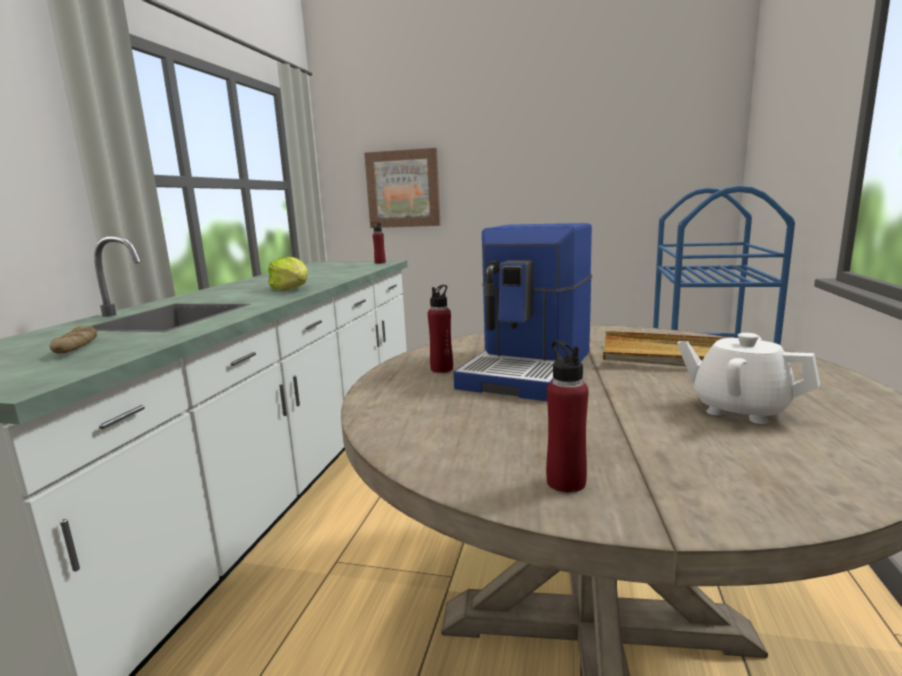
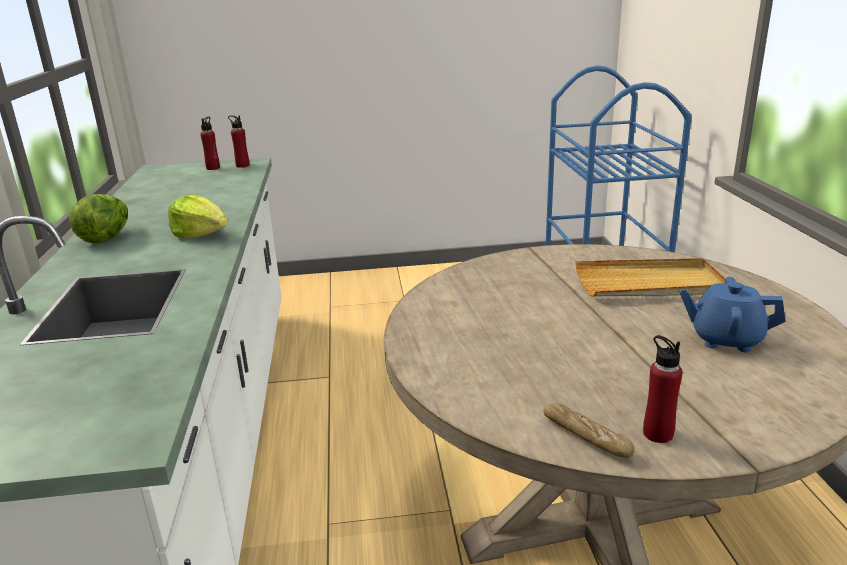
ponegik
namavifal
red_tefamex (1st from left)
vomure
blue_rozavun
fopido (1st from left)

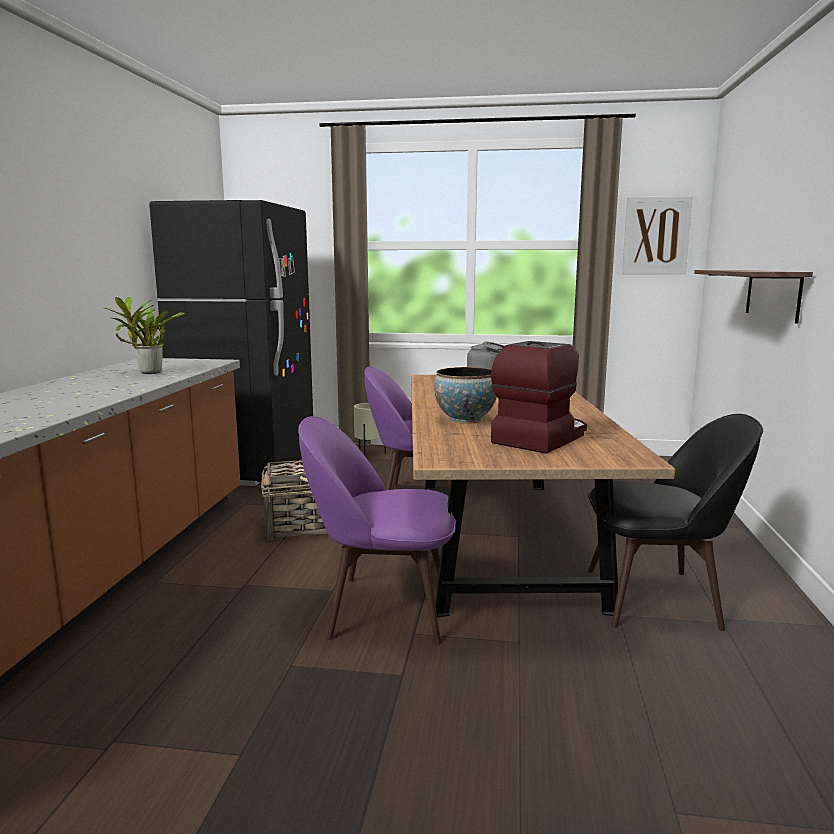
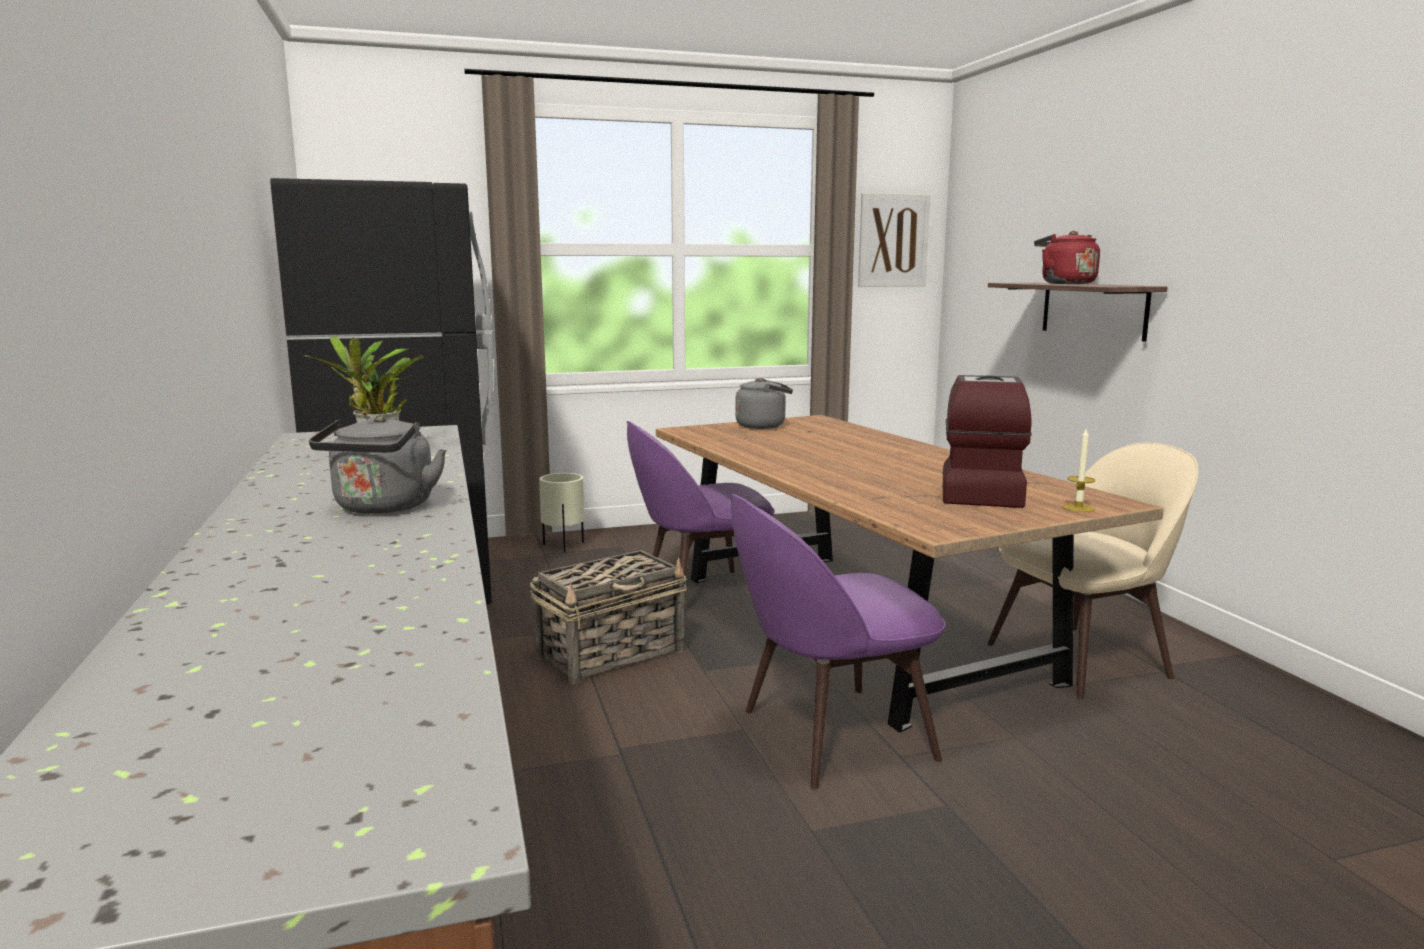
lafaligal
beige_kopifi
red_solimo
grey_solimo (1st from left)
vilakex

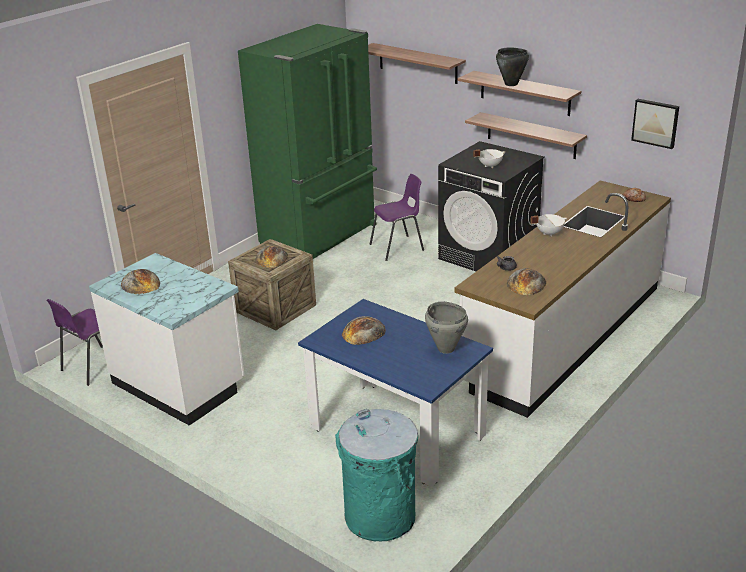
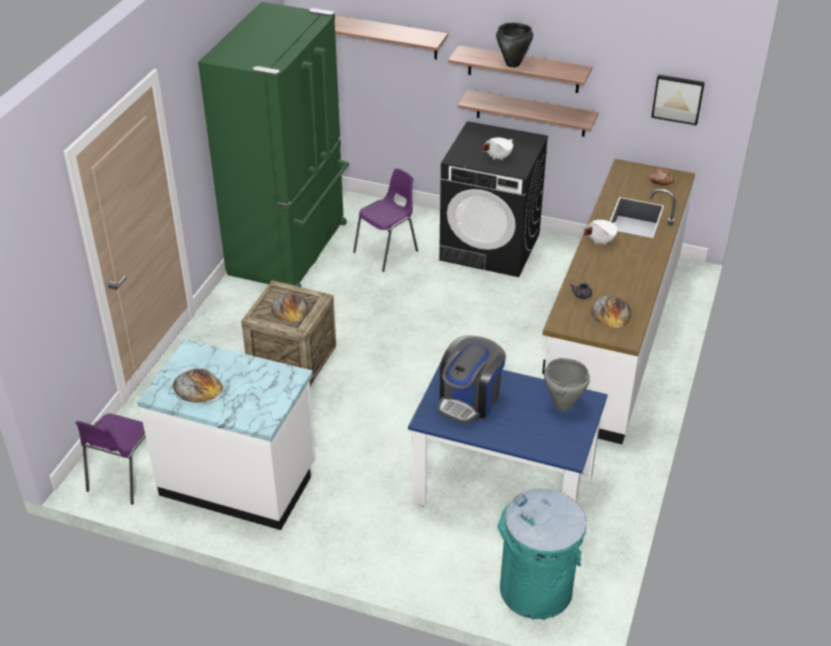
namavifal

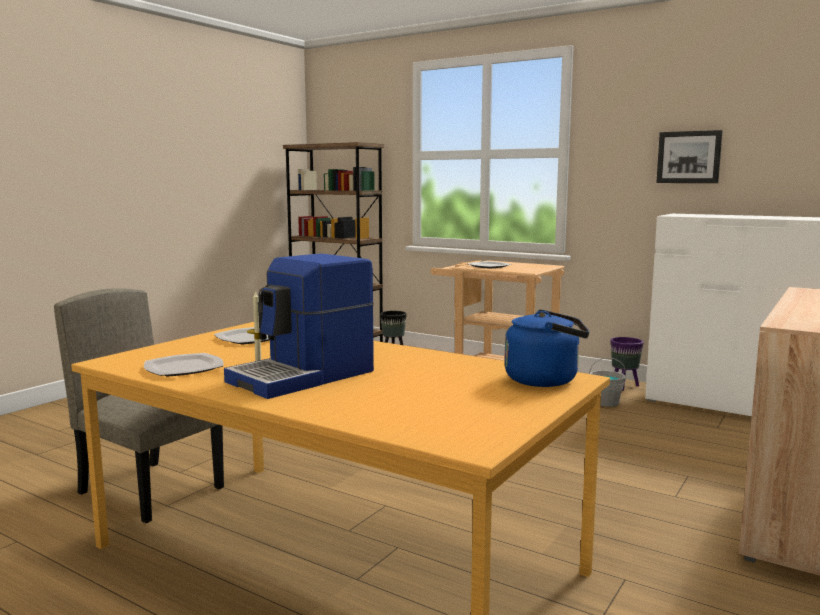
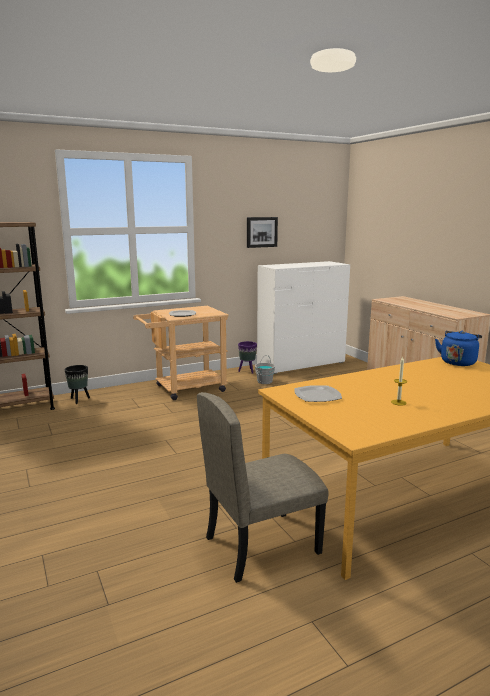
namavifal
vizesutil (1st from left in the first image)

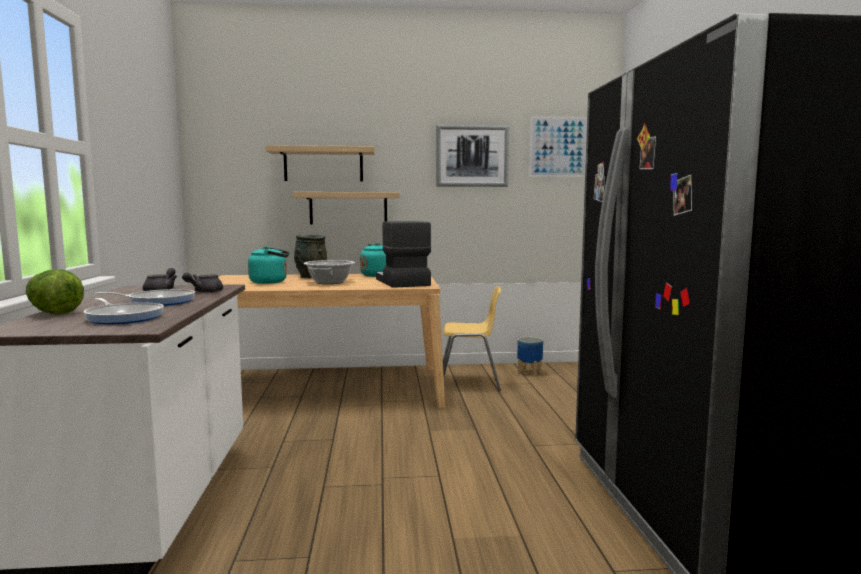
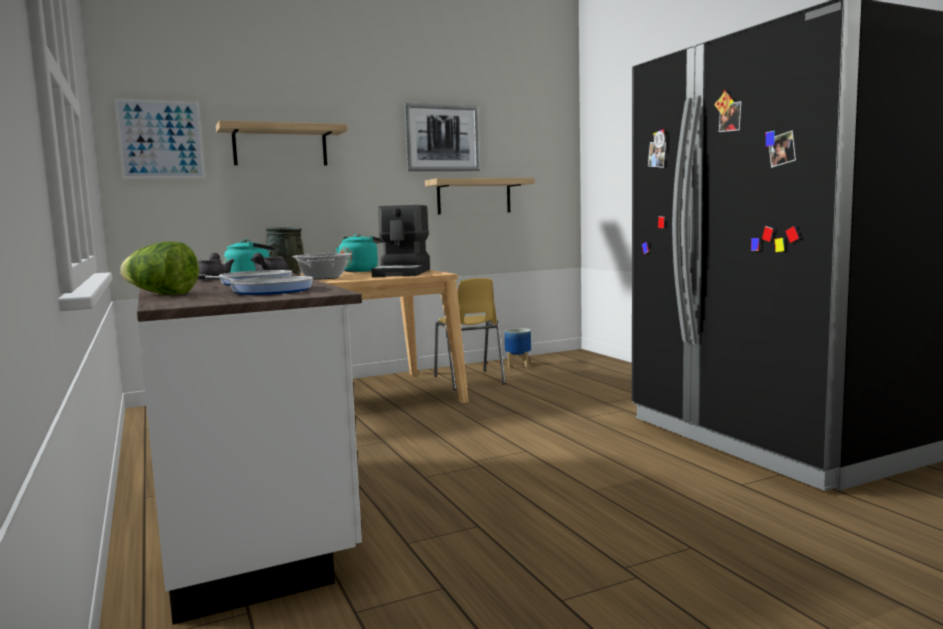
ponegik (1st from left)
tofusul (2nd from left)
namavifal
yellow_kopifi

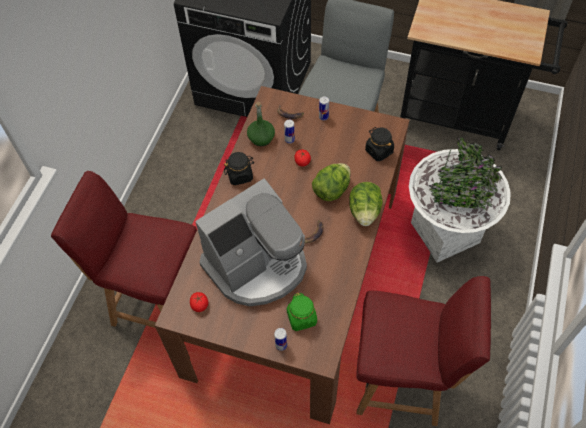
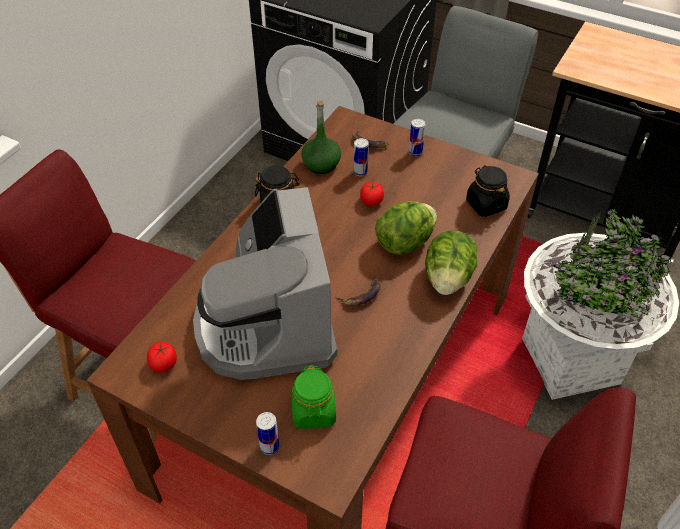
namavifal

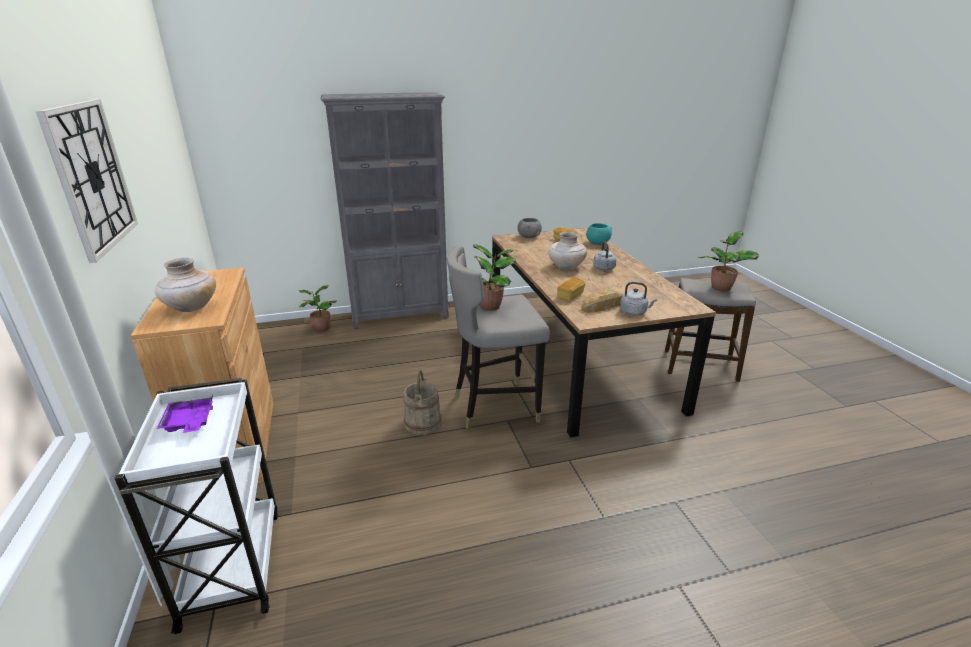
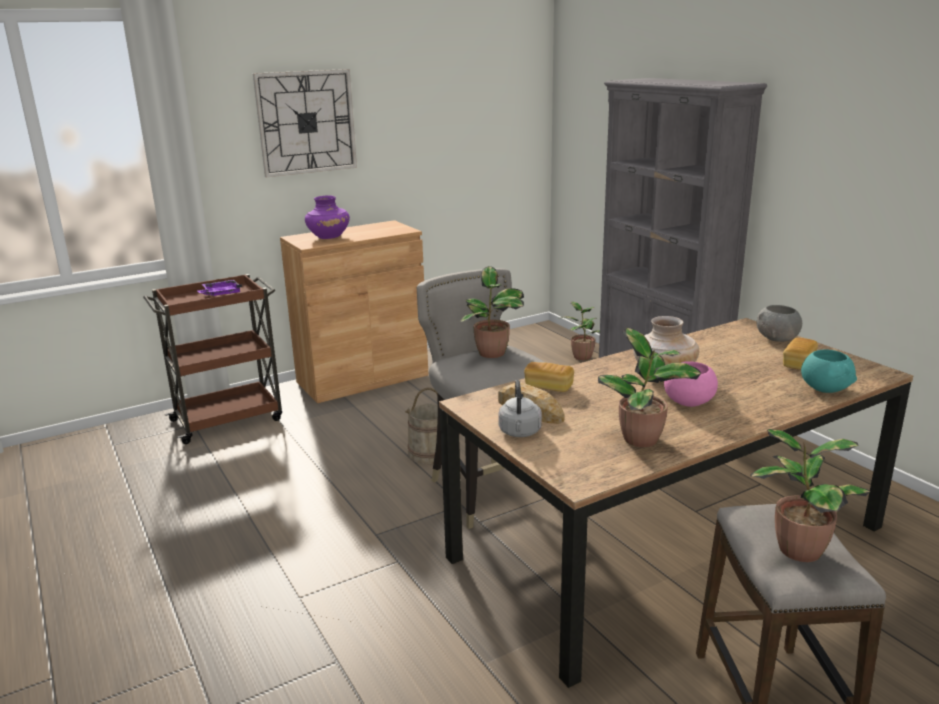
pink_lafaligal
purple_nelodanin
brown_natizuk
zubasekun (3rd from left)

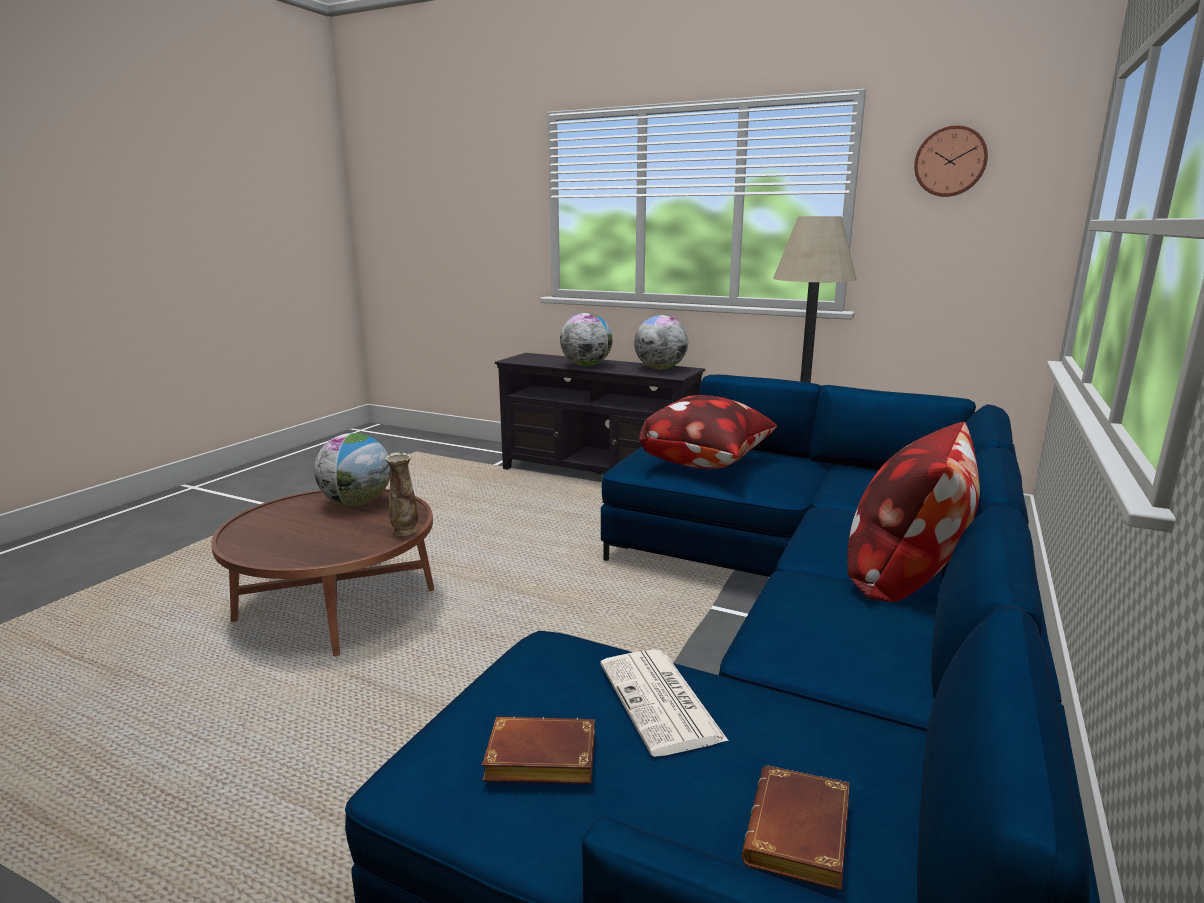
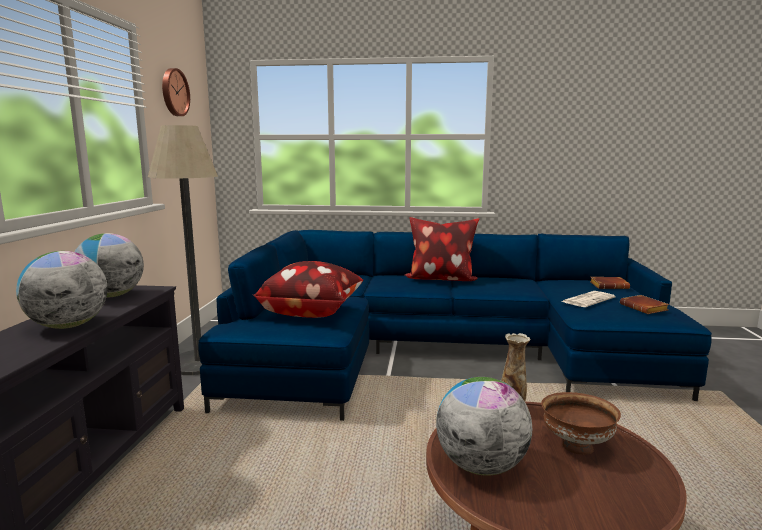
brown_lafaligal

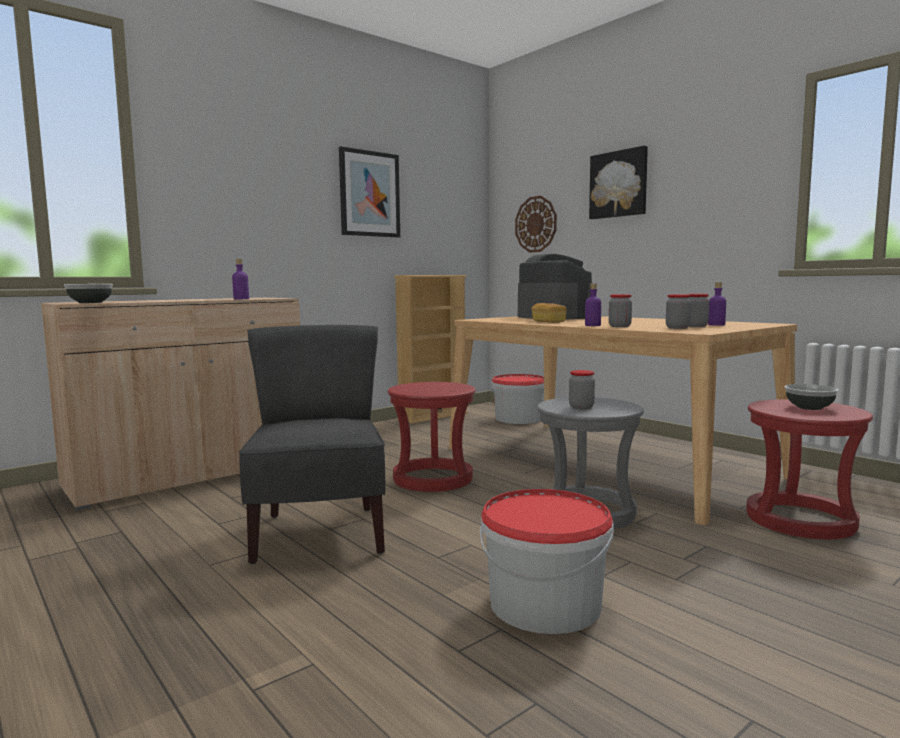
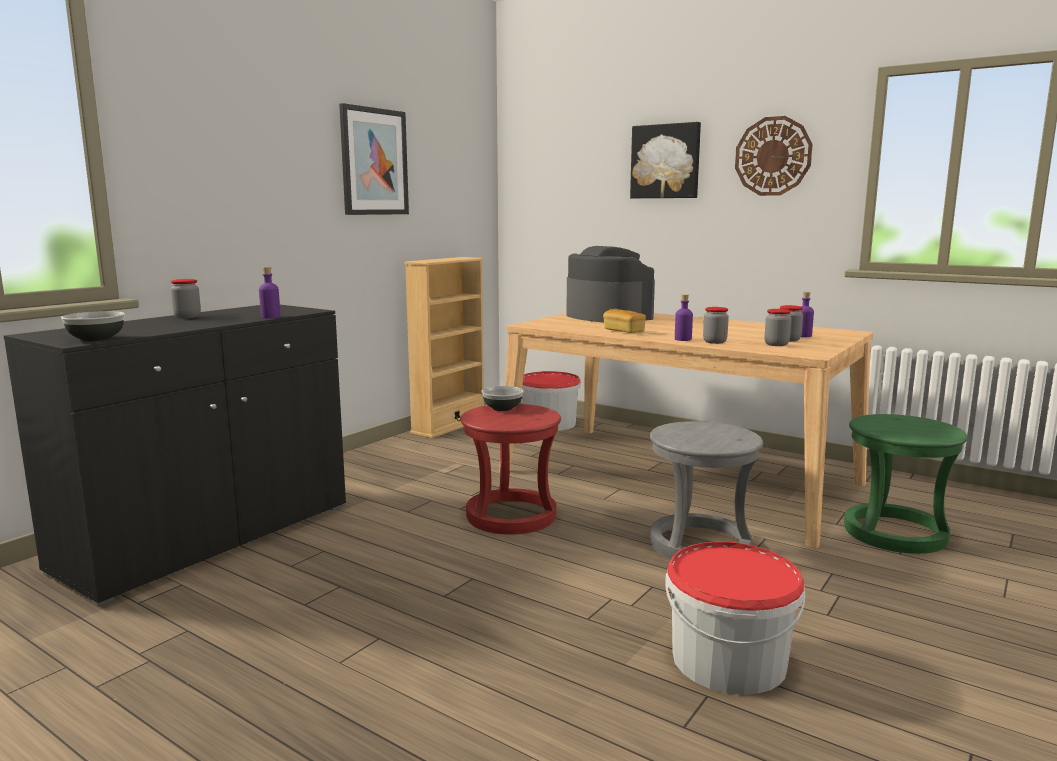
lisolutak
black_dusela
grey_kopifi
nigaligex (1st from left)
lafaligal (2nd from left)
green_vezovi

